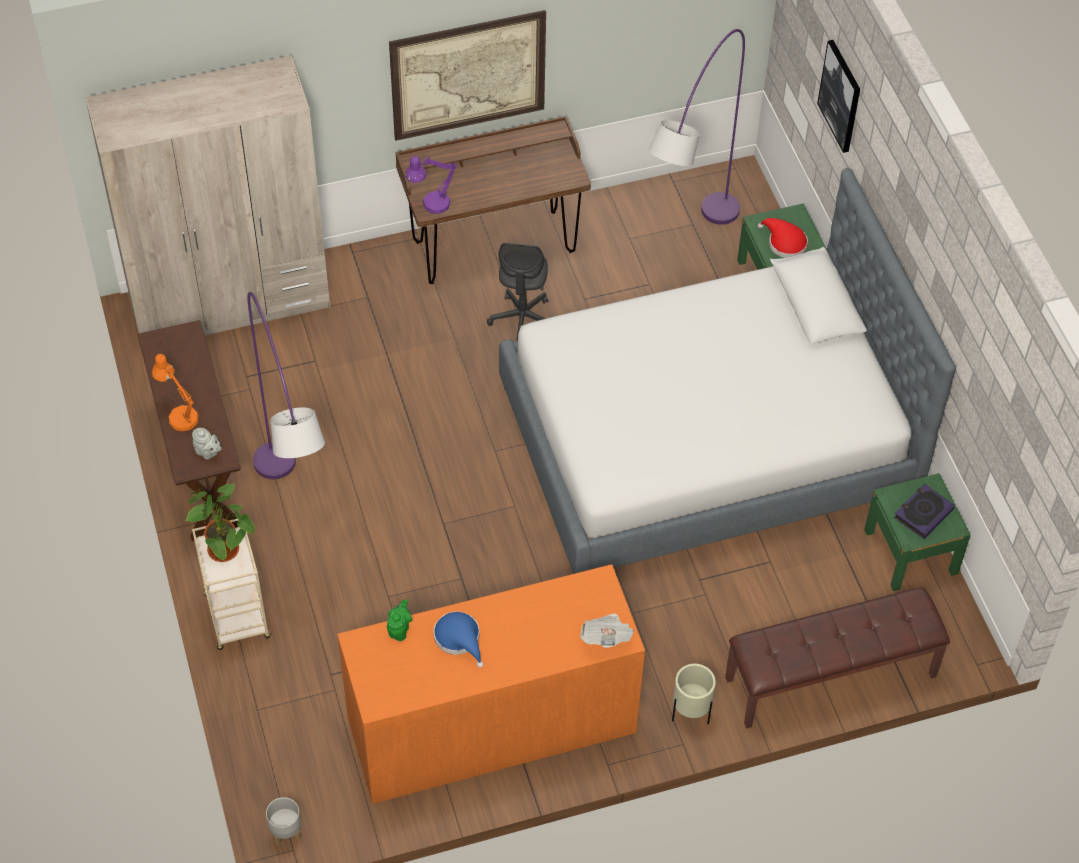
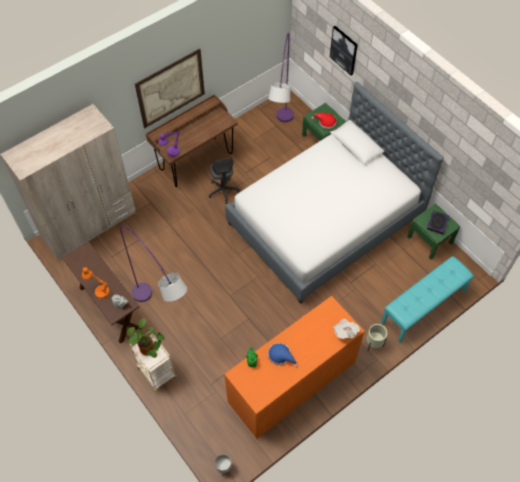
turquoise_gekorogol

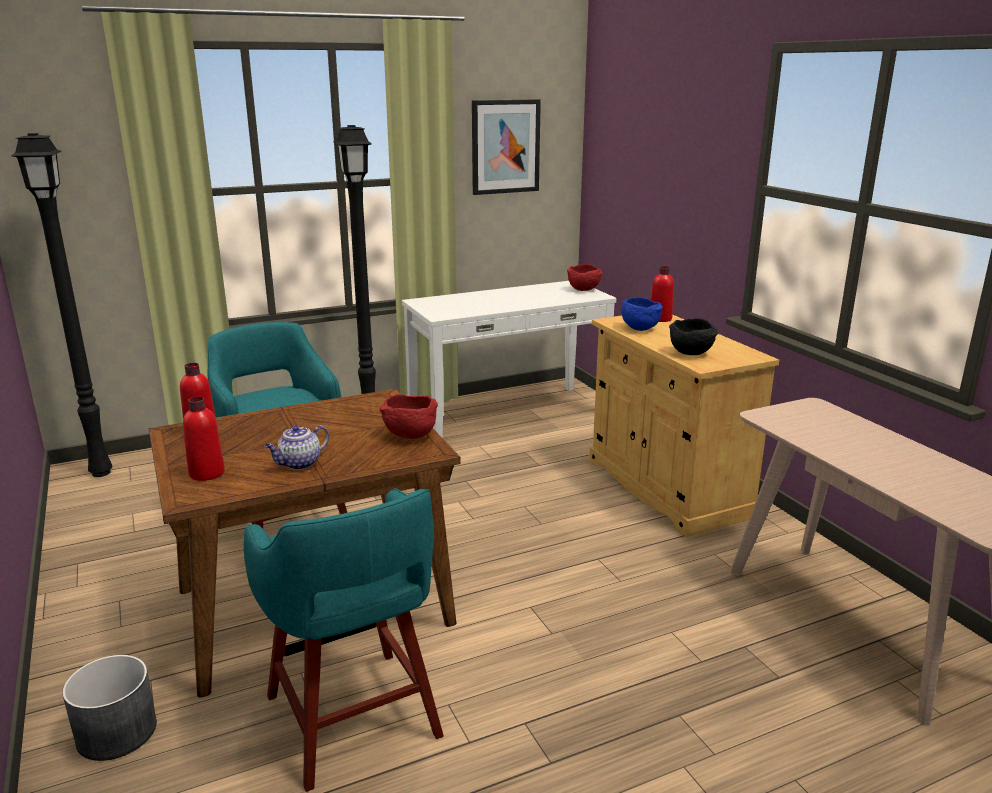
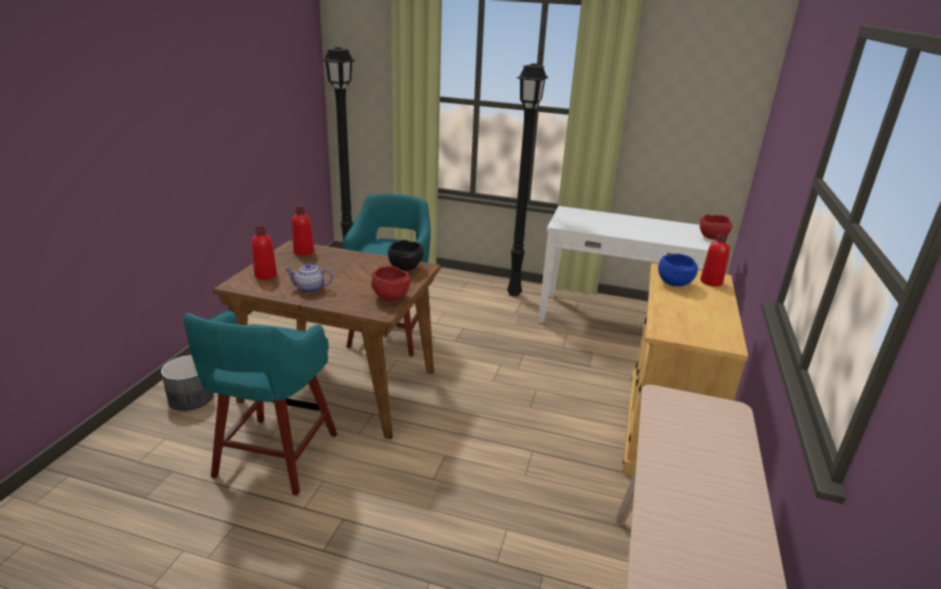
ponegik
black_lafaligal

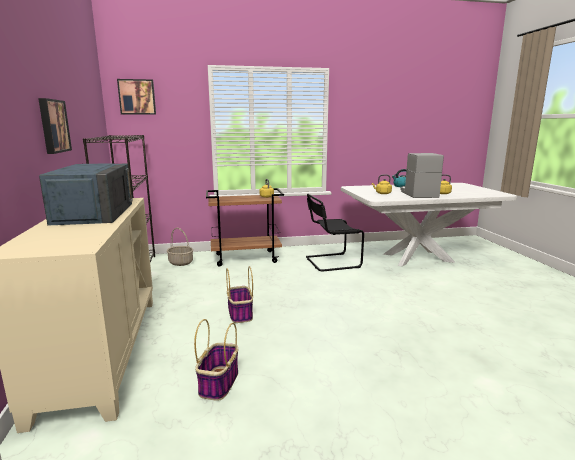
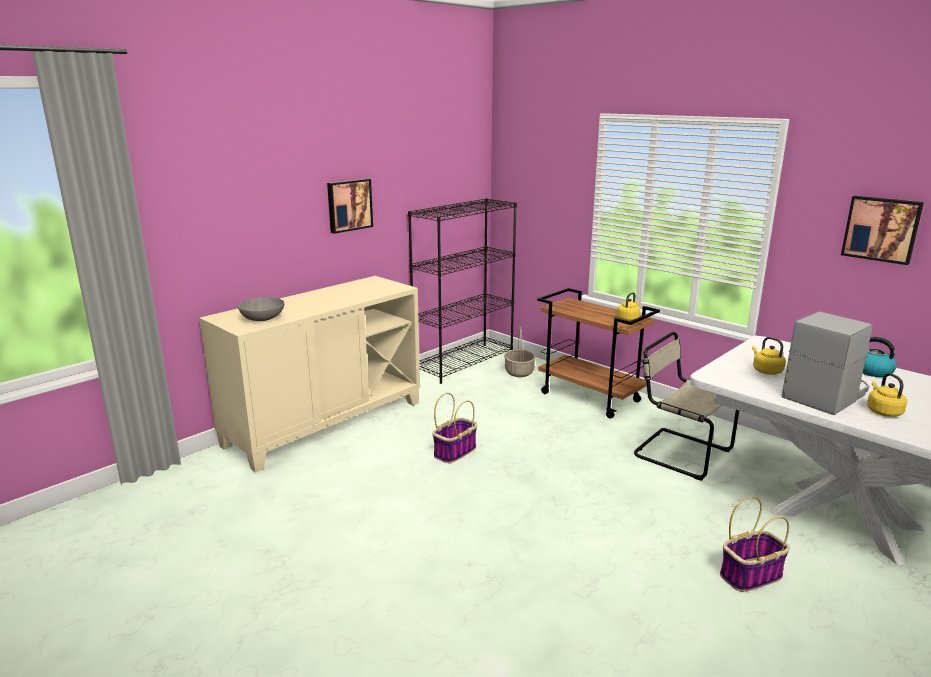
ponegik (2nd from left)
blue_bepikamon
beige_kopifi
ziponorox (3rd from left)
grey_lafaligal

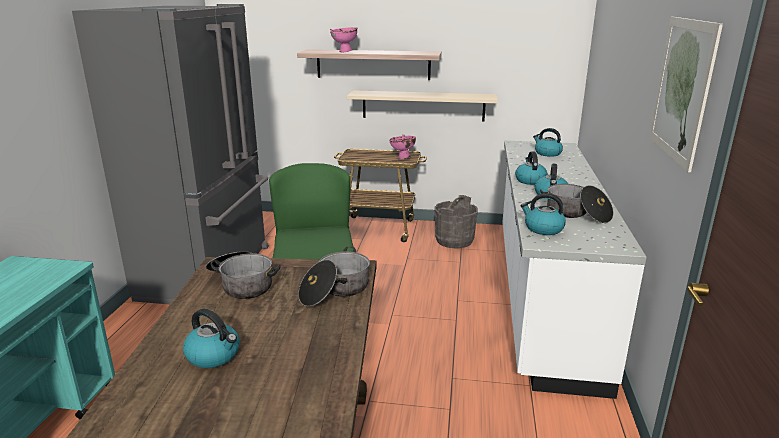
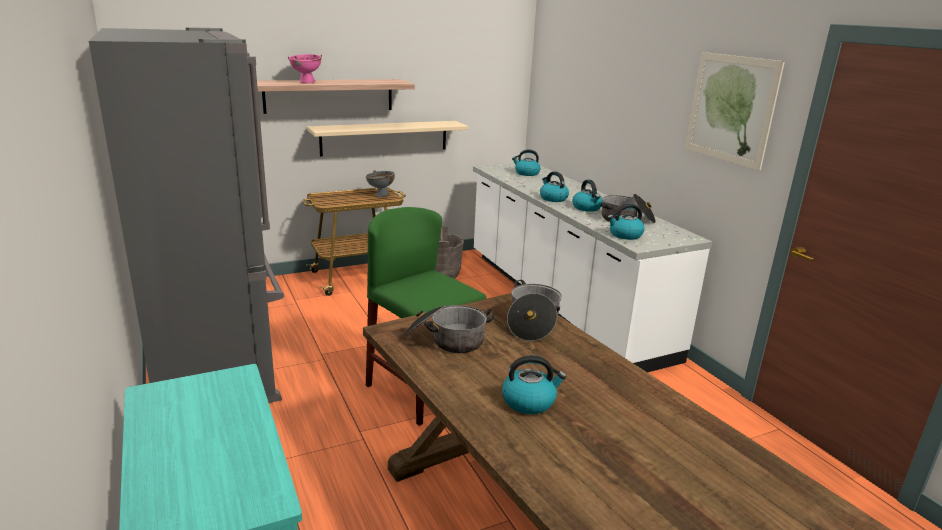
grey_lafaligal

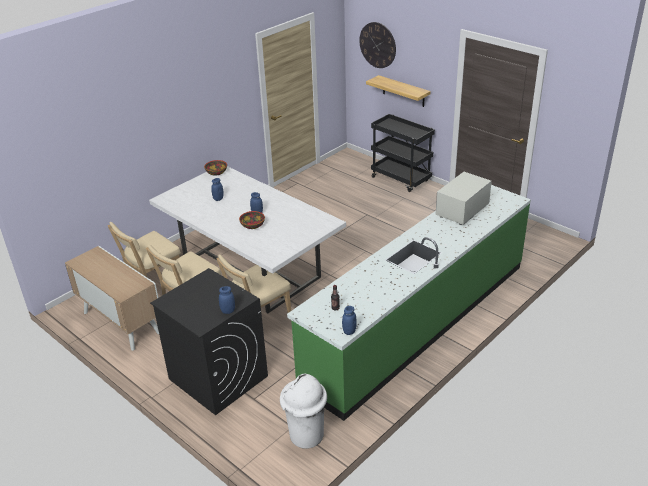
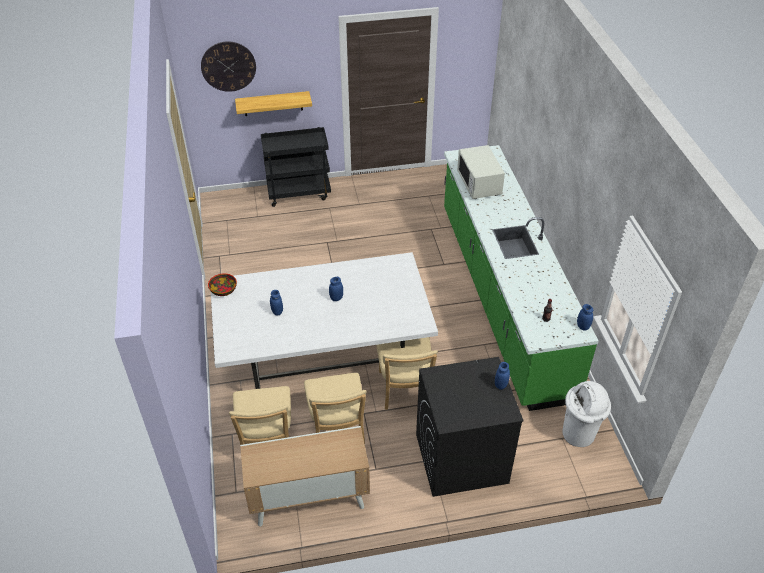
lafaligal (2nd from left in the first image)

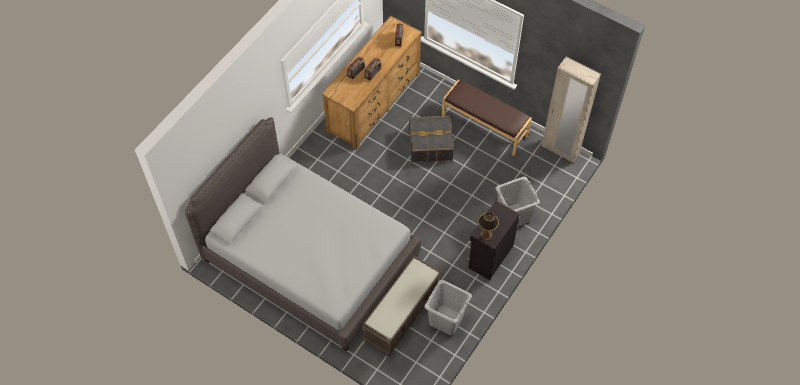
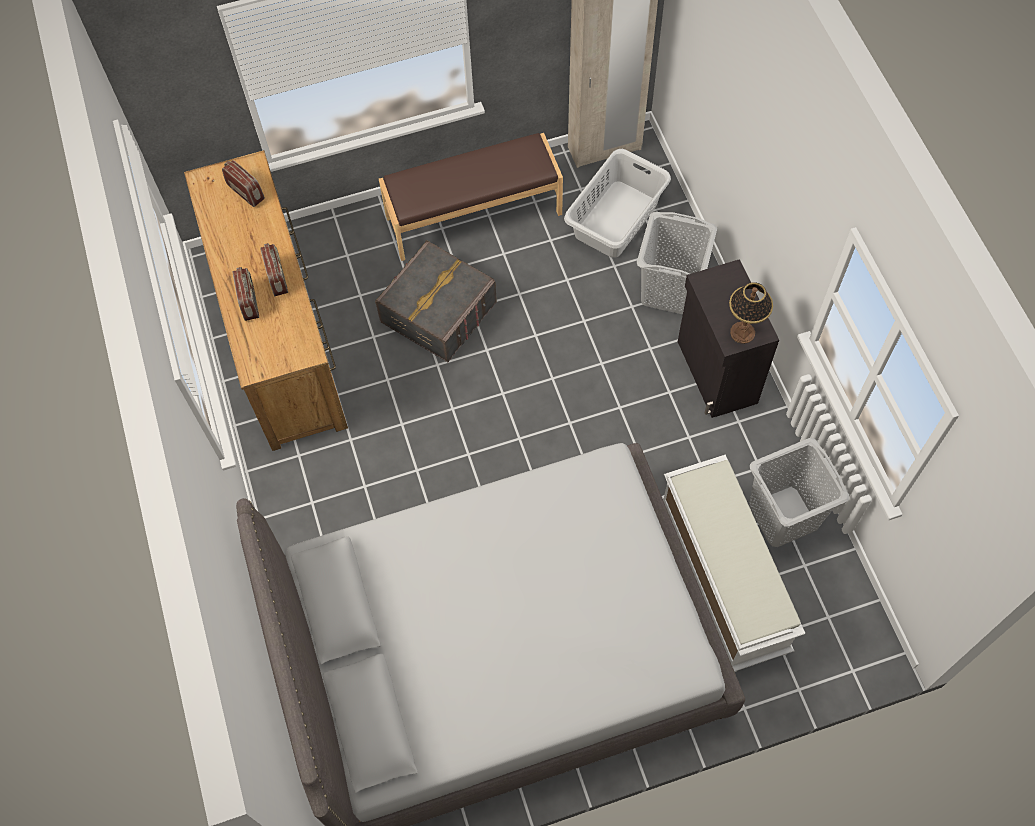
white_gekorogol
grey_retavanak (1st from left)

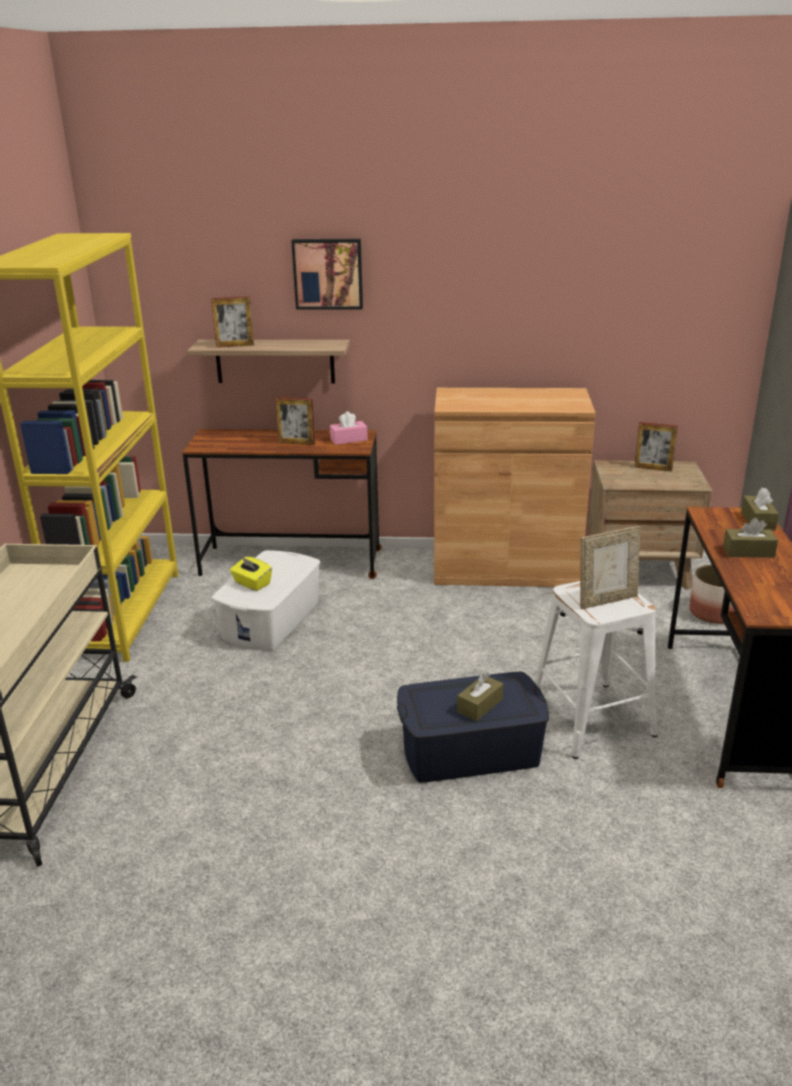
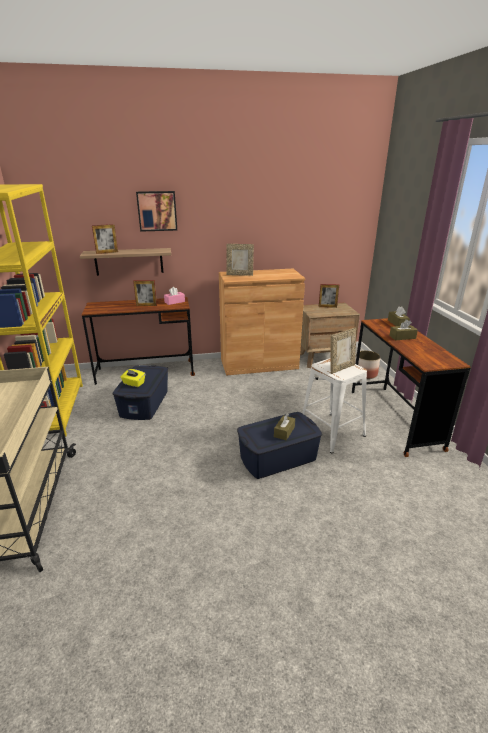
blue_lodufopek (1st from left)
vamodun (3rd from left)

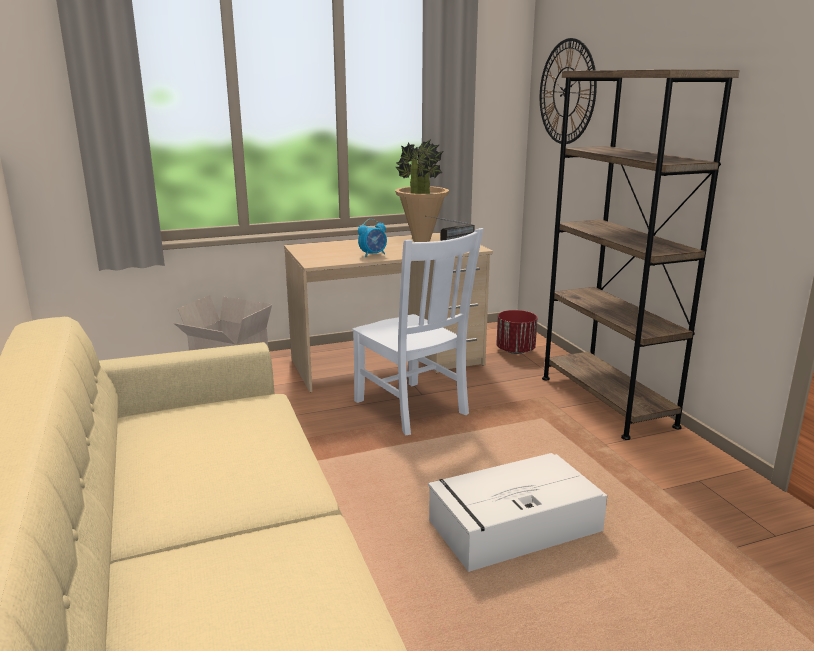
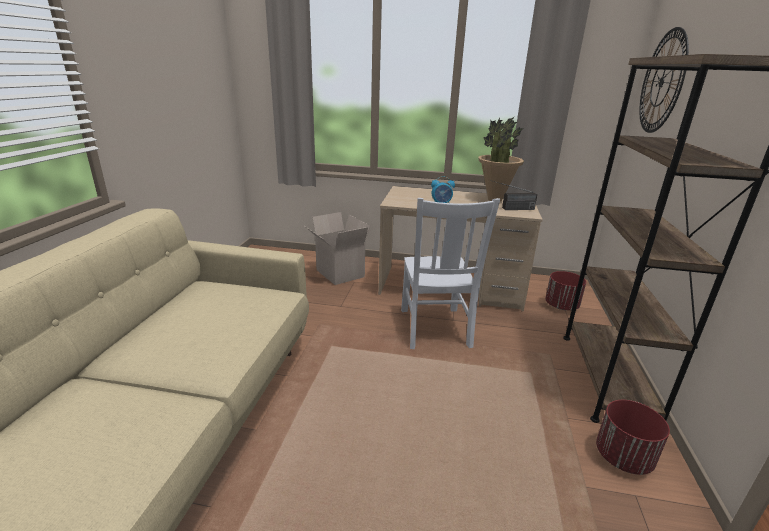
white_lodufopek
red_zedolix (2nd from left)

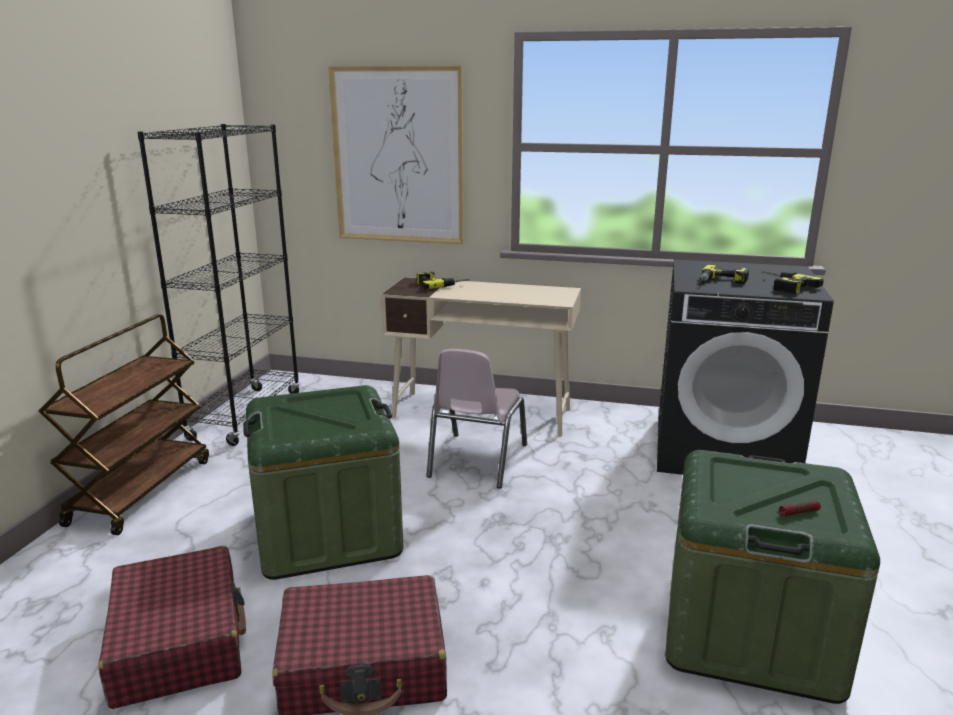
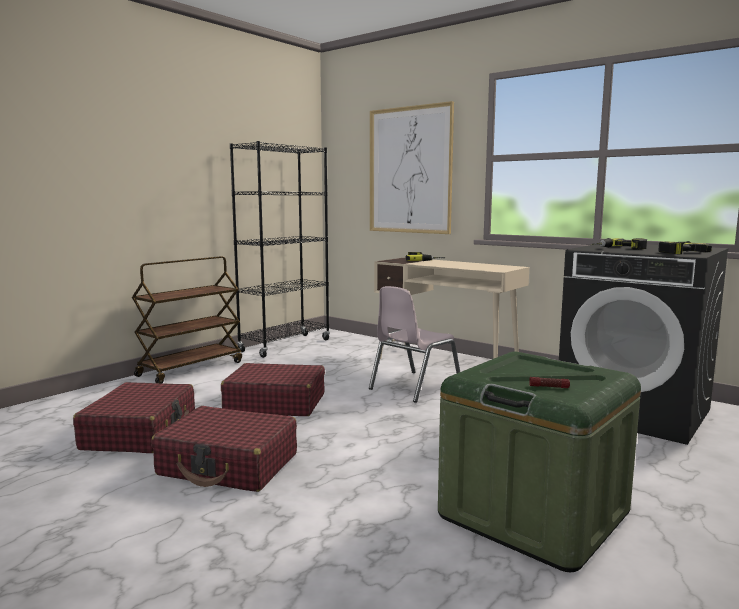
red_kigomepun (3rd from left)

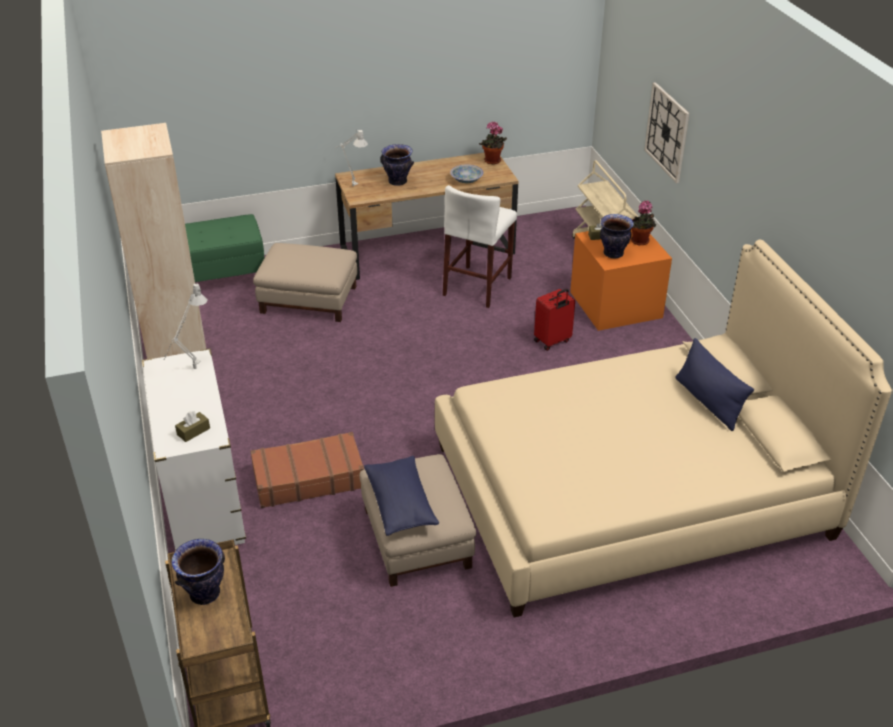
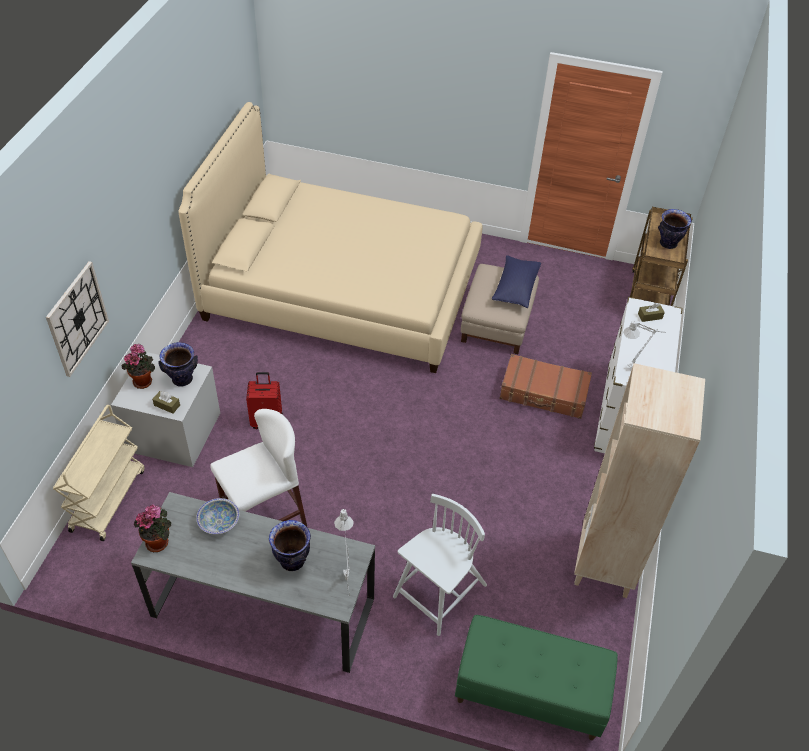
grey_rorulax
grey_lodufopek
white_kopifi
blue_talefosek (2nd from left in the first image)

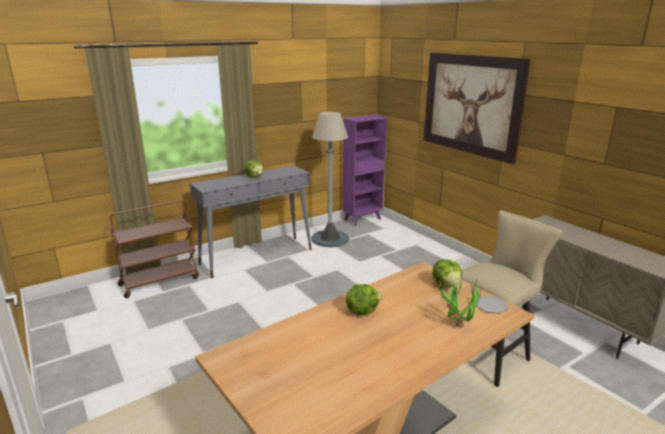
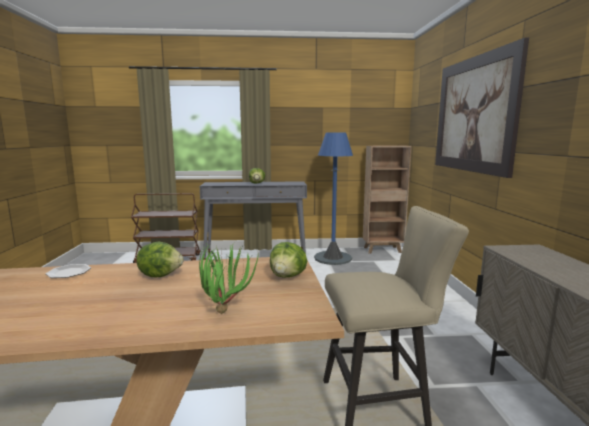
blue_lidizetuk
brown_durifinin
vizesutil

